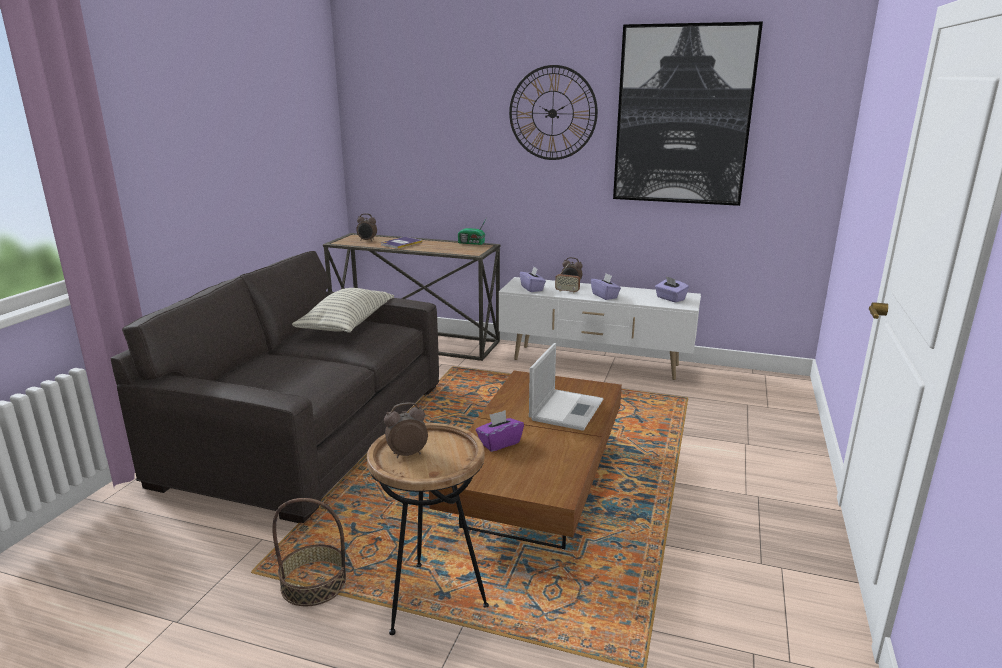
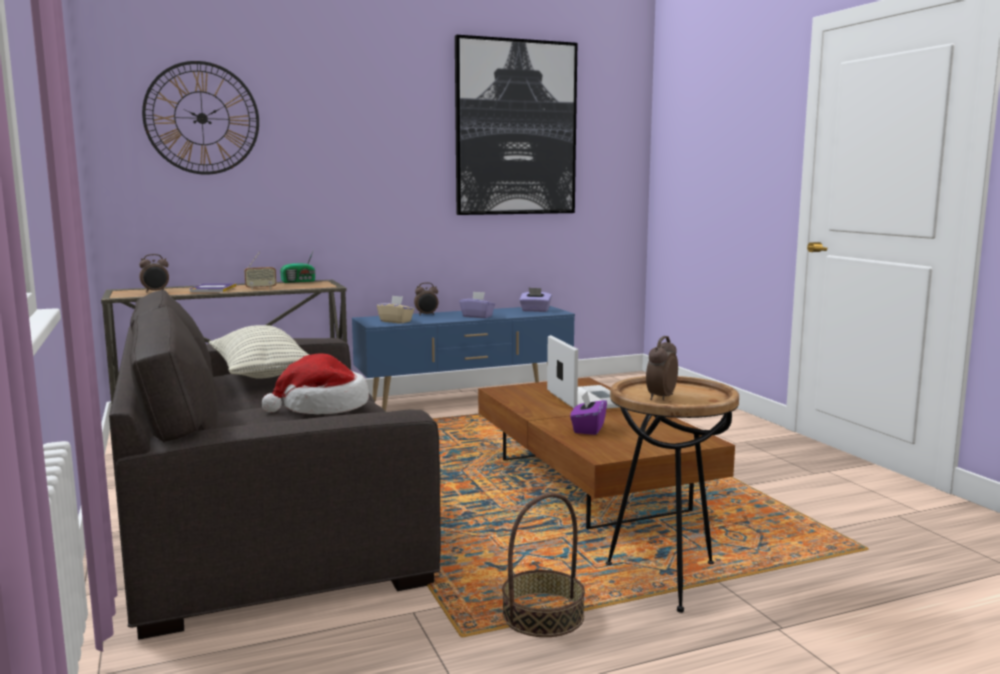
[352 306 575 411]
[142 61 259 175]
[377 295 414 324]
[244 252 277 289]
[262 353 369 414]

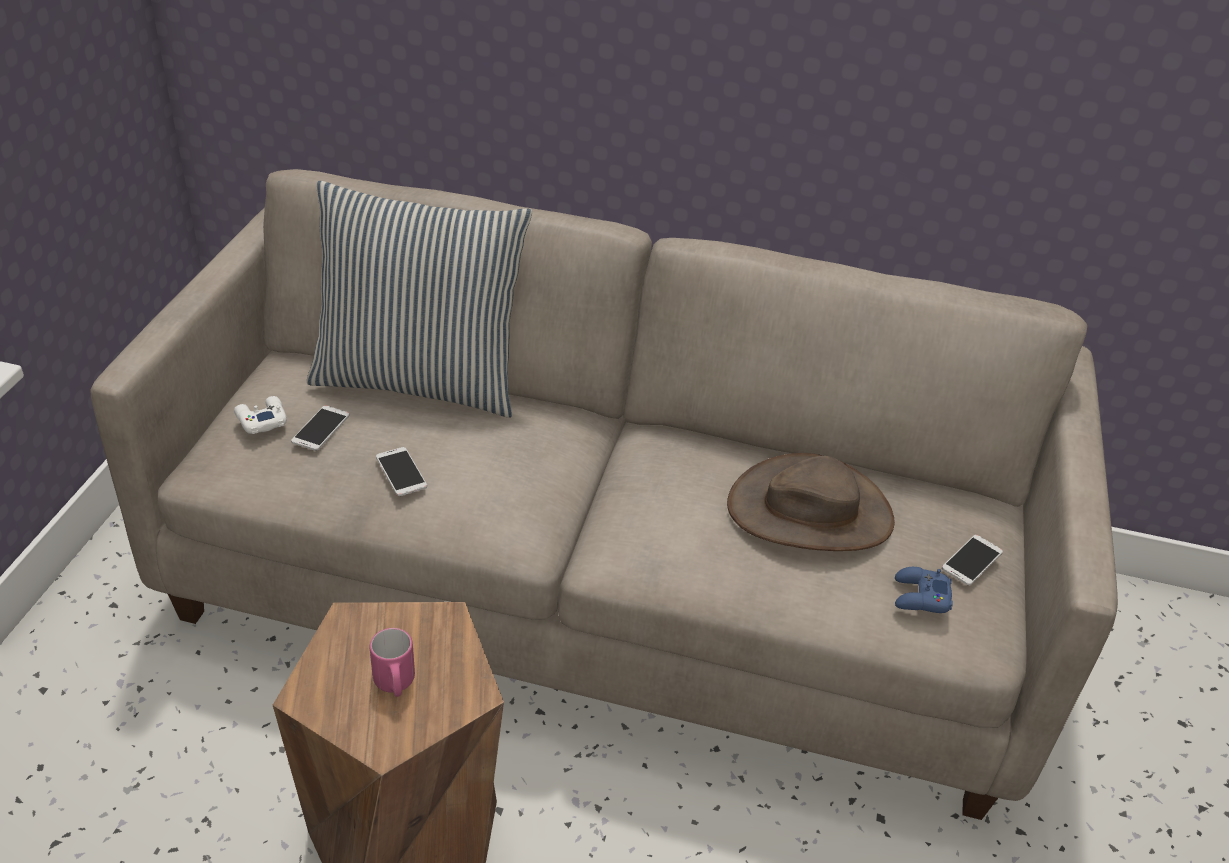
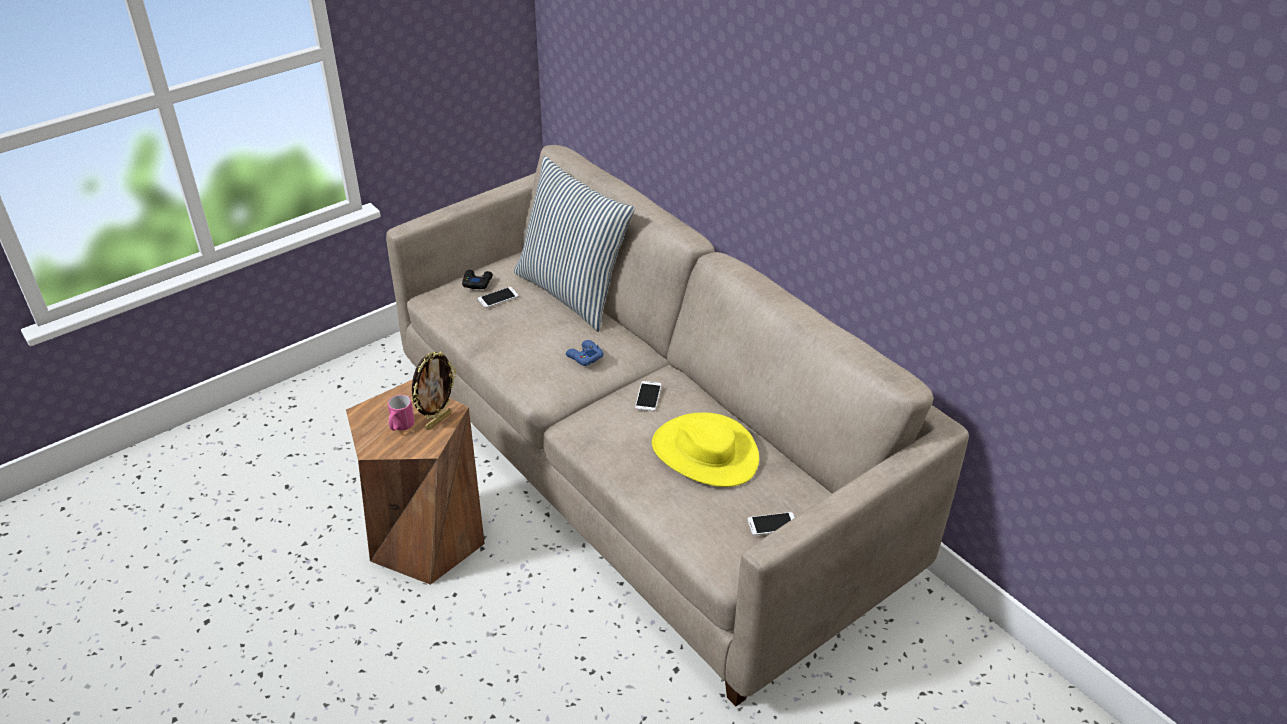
[462 270 493 289]
[635 381 662 412]
[652 412 759 487]
[566 340 603 366]
[411 351 457 430]

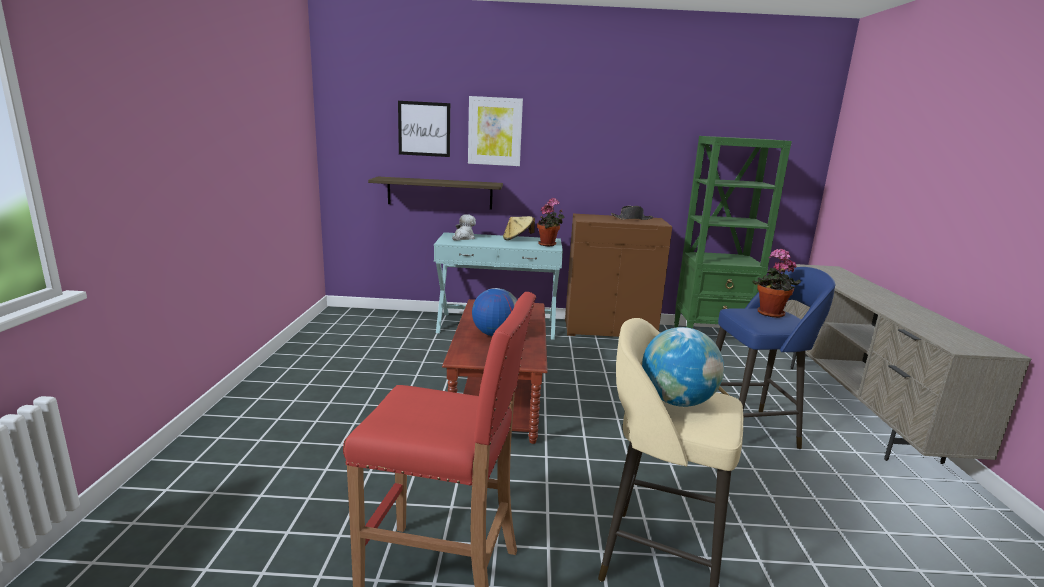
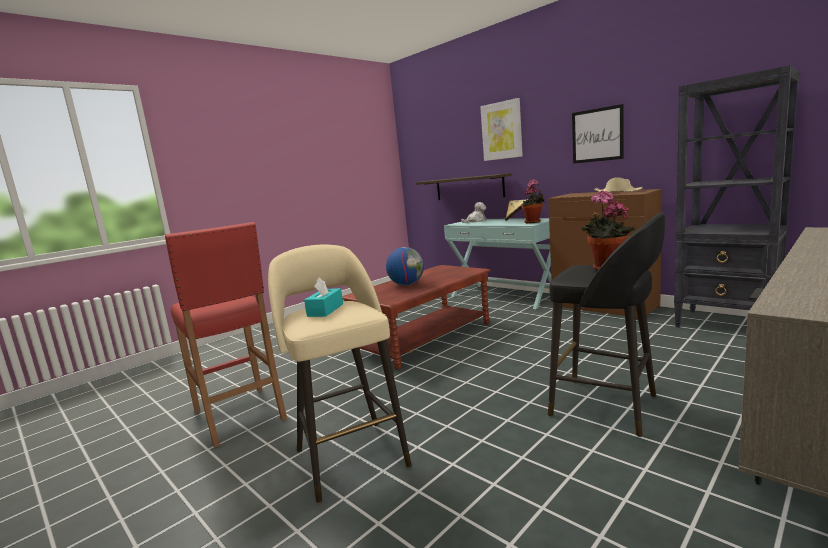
[572 104 624 164]
[594 177 643 192]
[304 277 343 317]
[674 65 799 328]
[548 212 665 437]

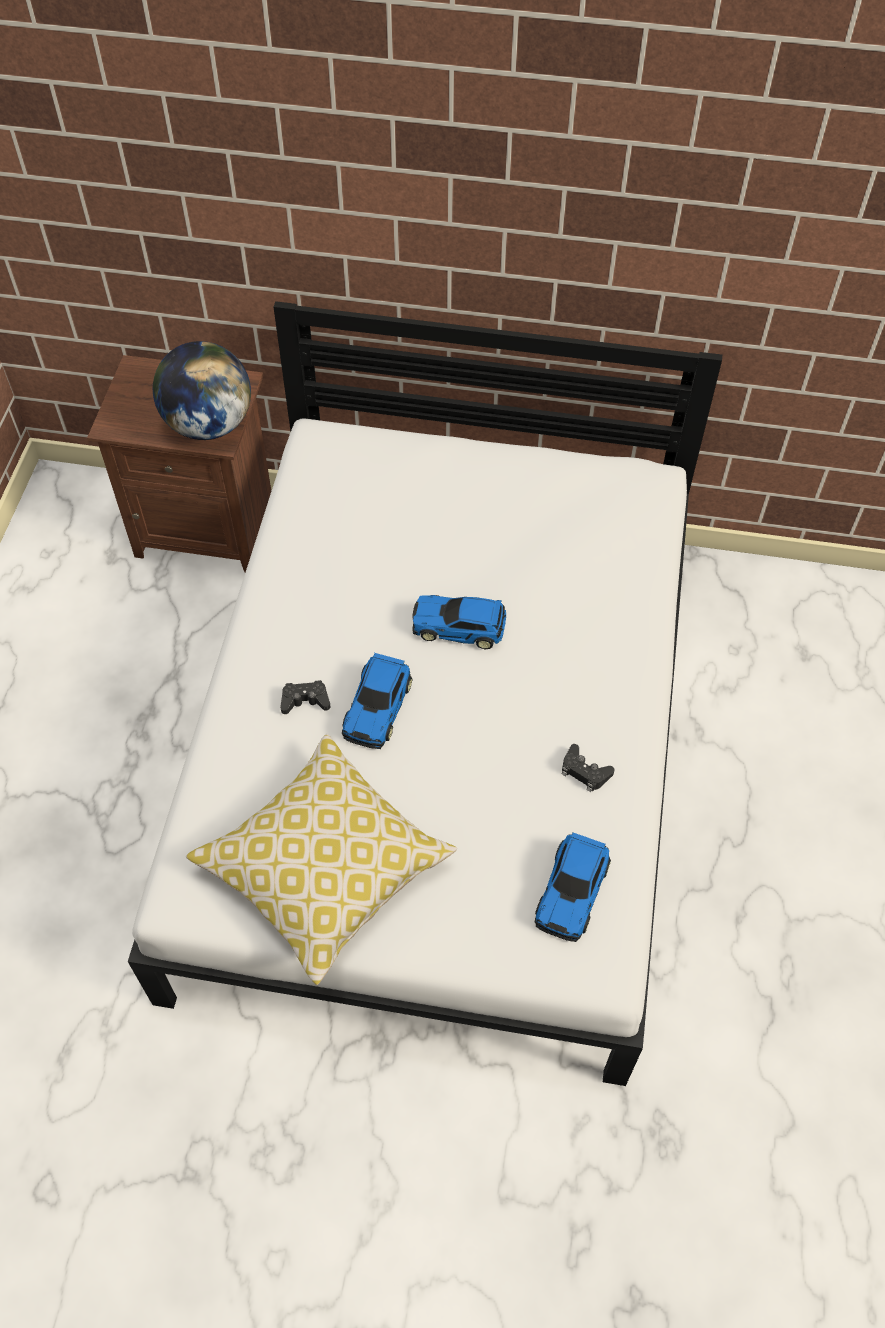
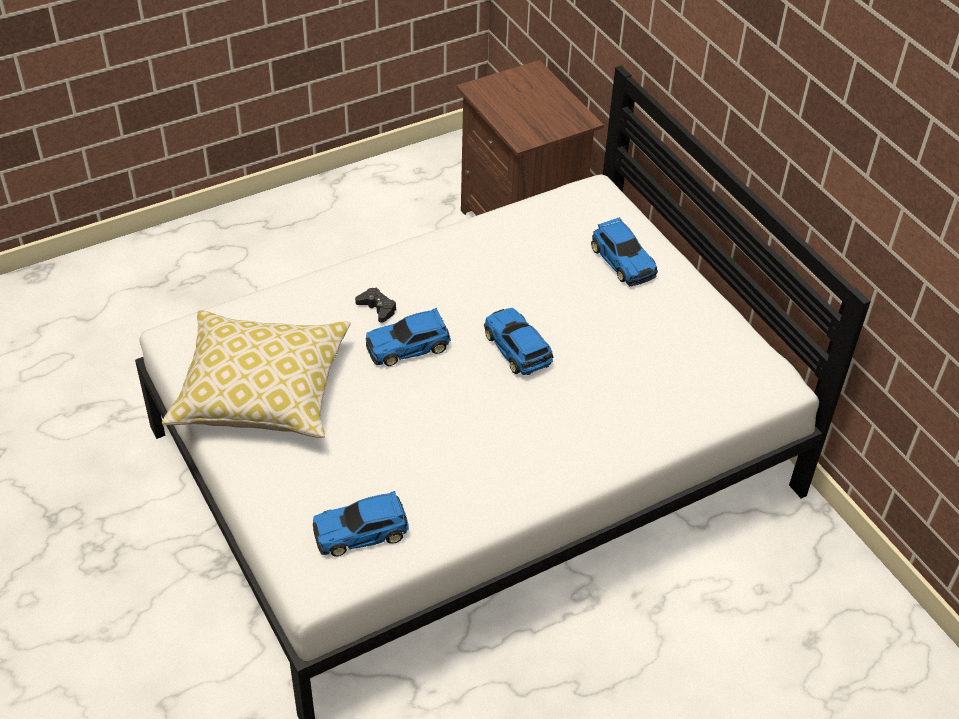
[153 341 251 440] (first image)
[562 744 614 792] (first image)
[591 217 658 286]

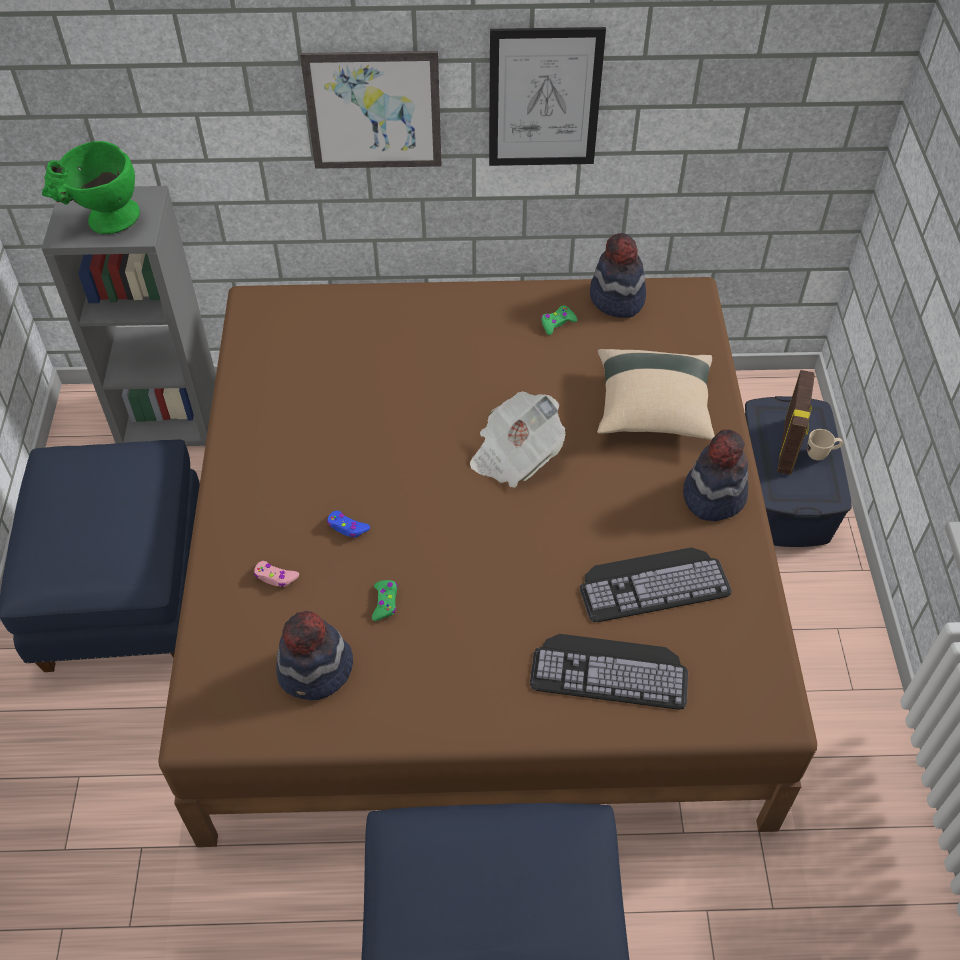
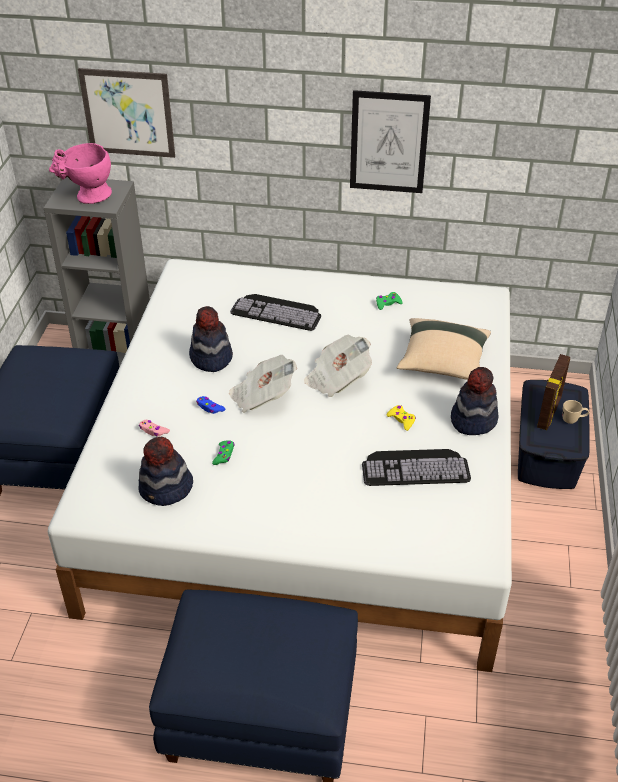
[49 143 112 204]
[48 259 512 672]
[78 68 175 158]
[230 294 321 331]
[189 306 233 372]
[229 355 297 413]
[386 405 416 431]

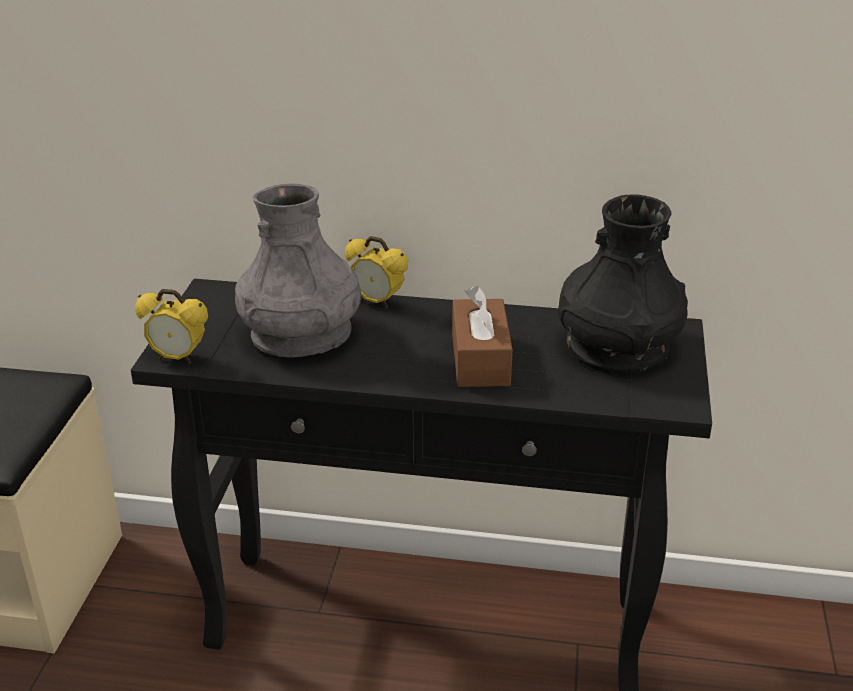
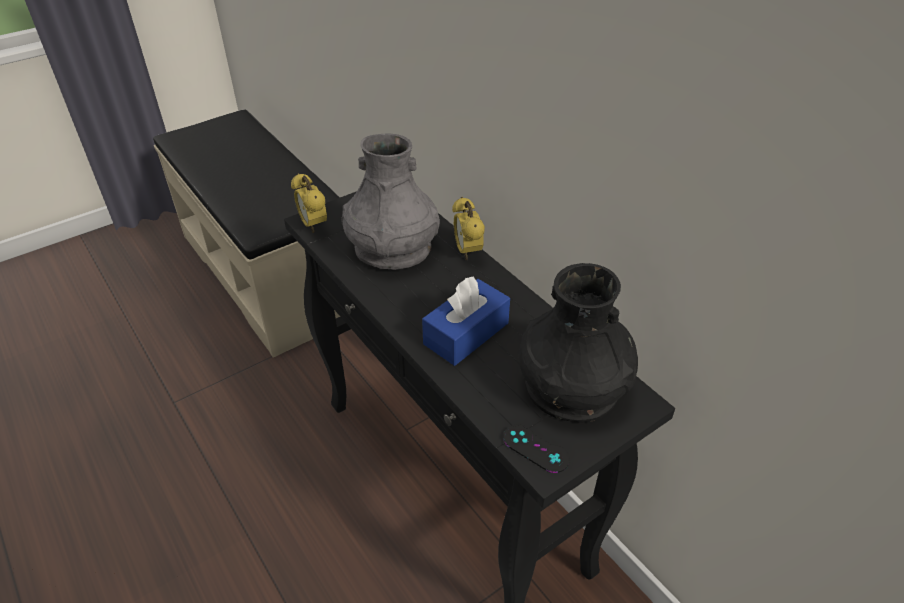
[422 277 510 366]
[503 424 570 473]

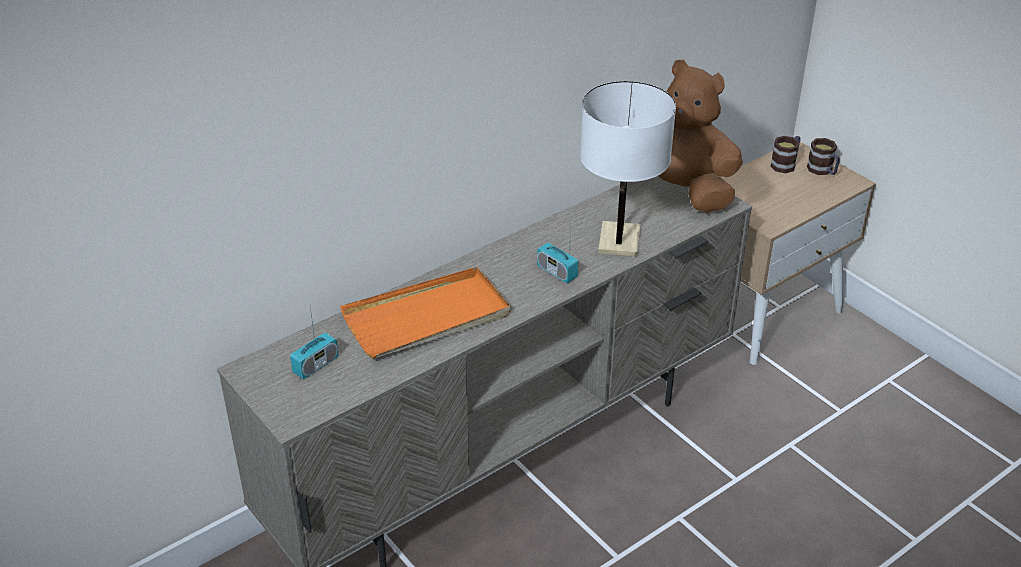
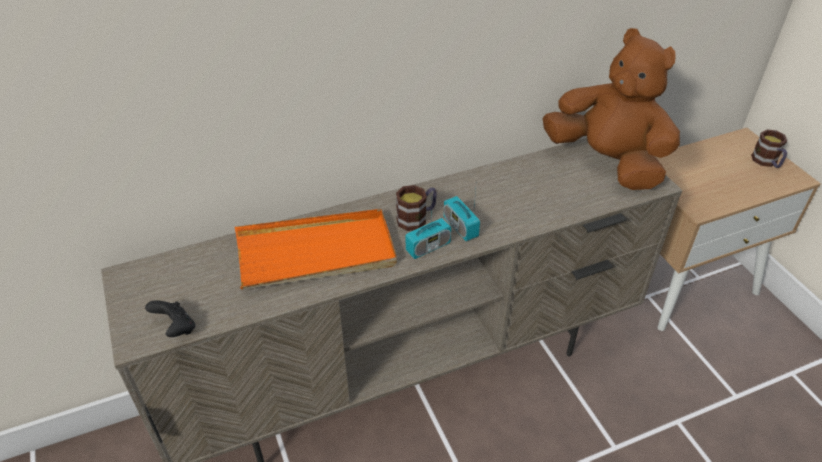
[406 199 451 259]
[580 81 676 257] (first image)
[396 185 437 231]
[145 300 195 337]

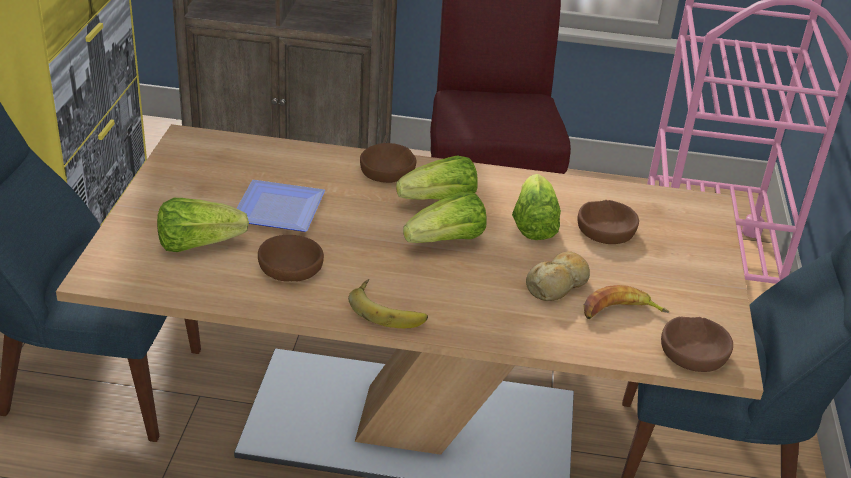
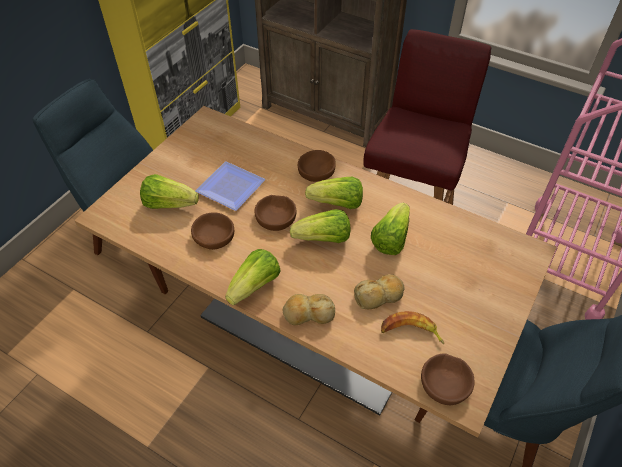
[225 249 281 305]
[254 195 297 231]
[283 294 335 326]

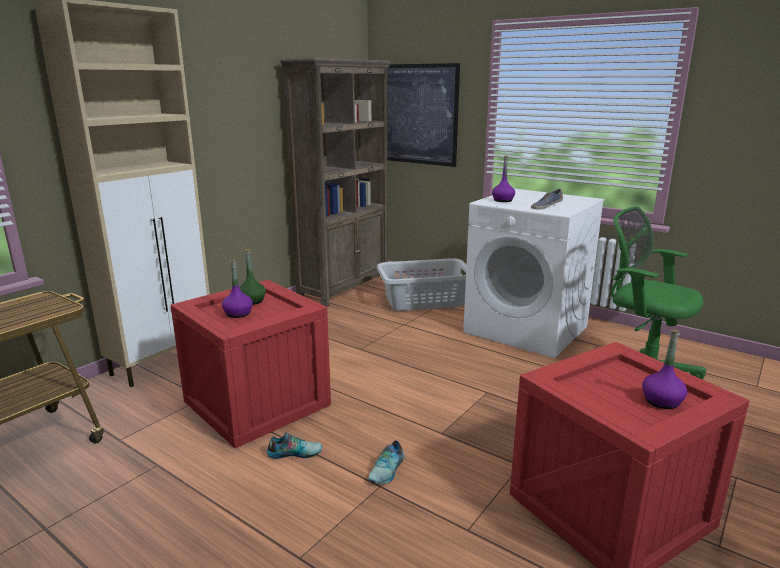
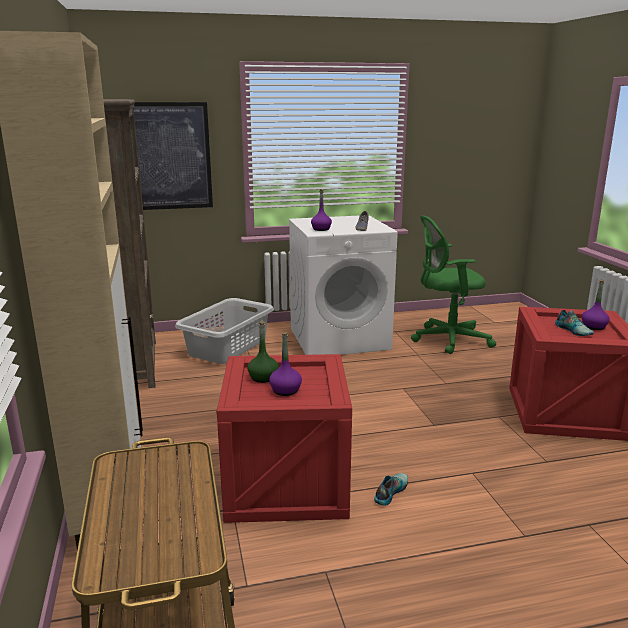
[555 310 594 336]

